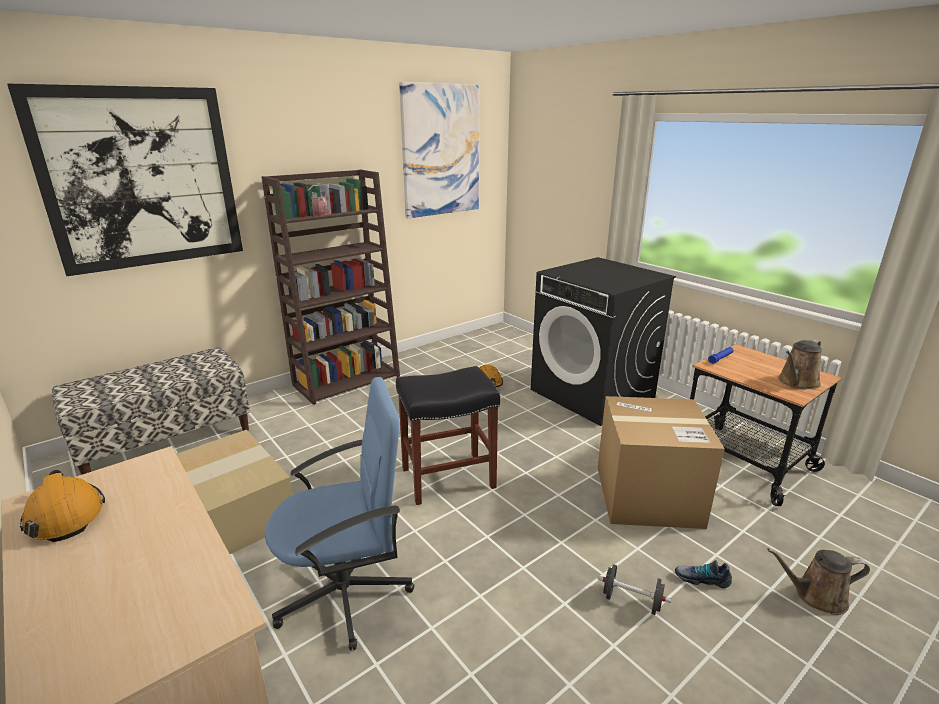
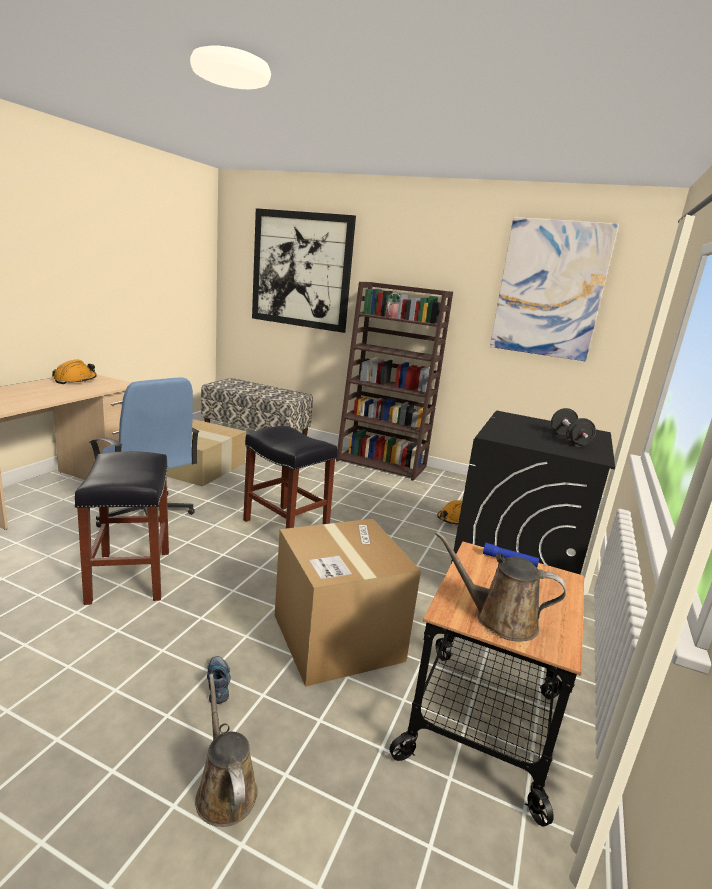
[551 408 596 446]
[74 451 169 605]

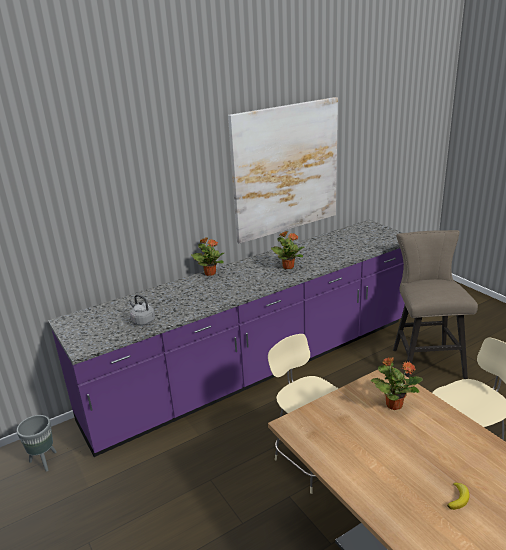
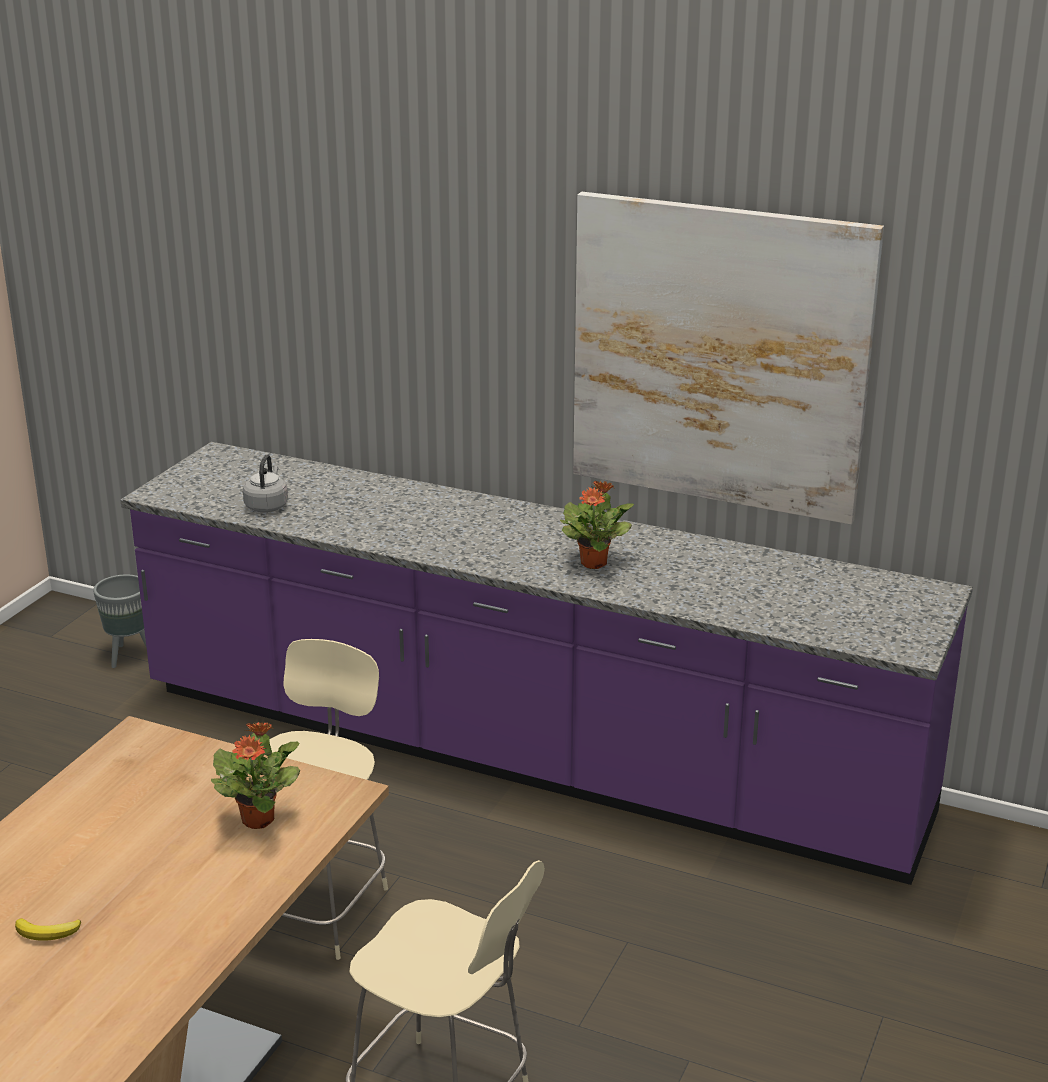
[191 237 224 276] (first image)
[393 230 478 379] (first image)

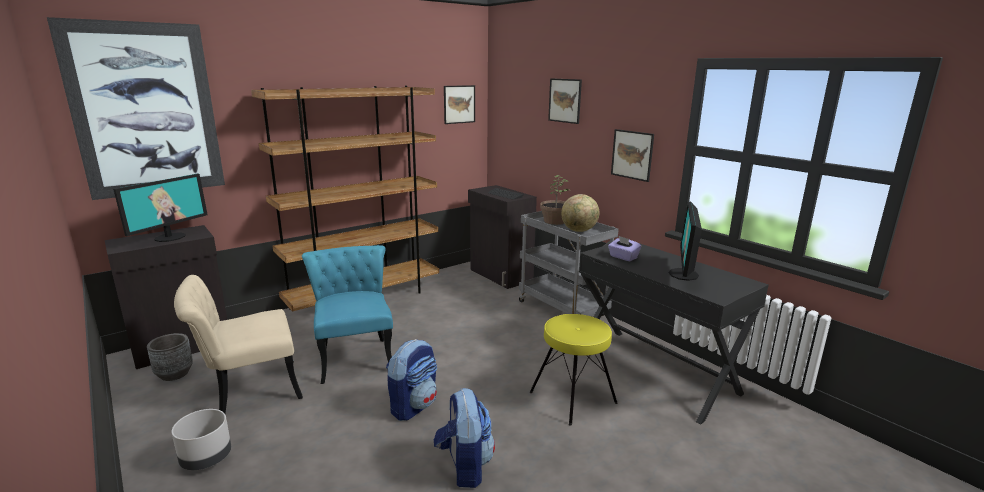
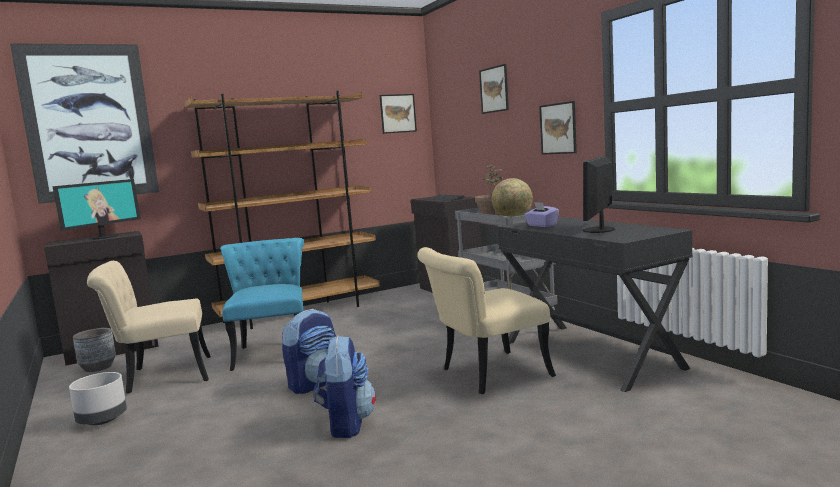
[417 247 556 394]

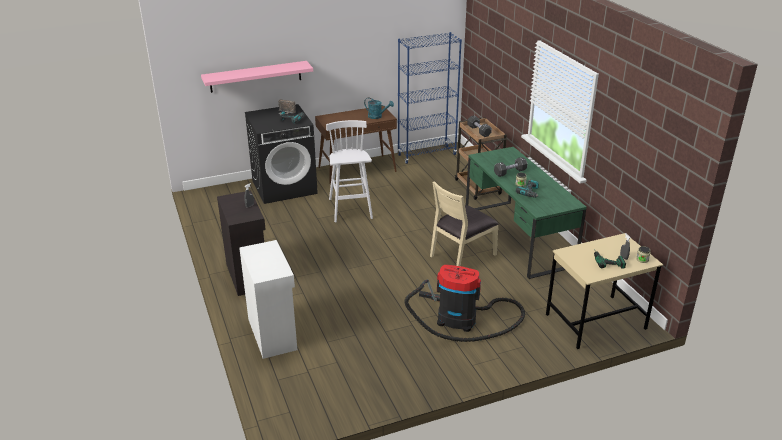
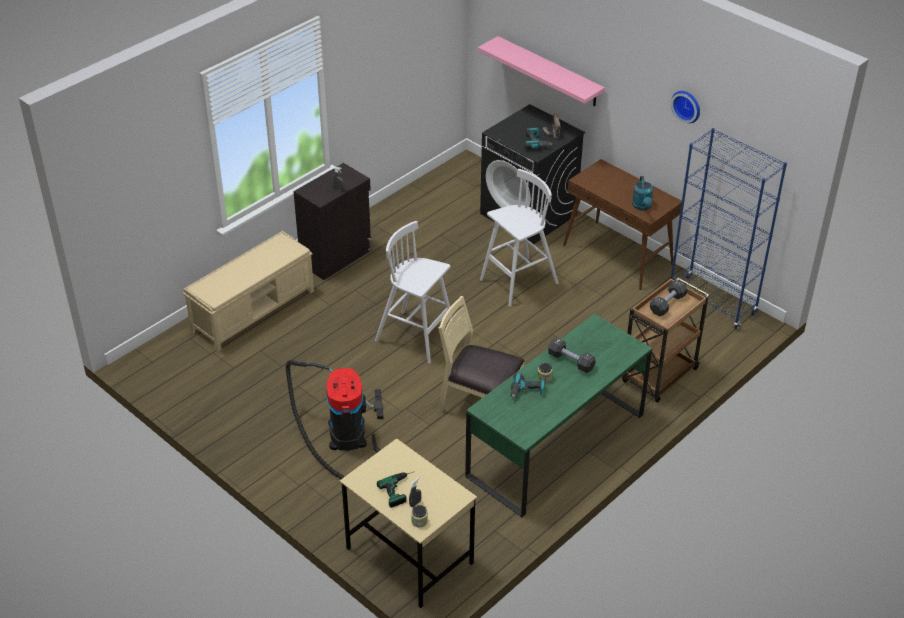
[183 231 314 352]
[375 221 452 364]
[671 91 700 123]

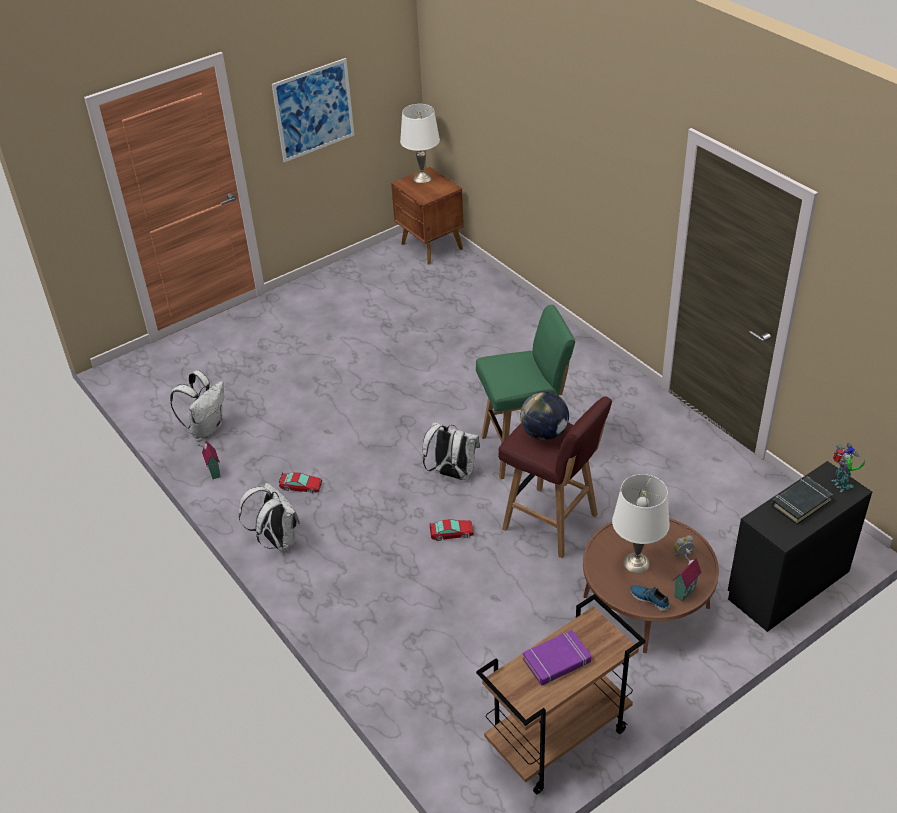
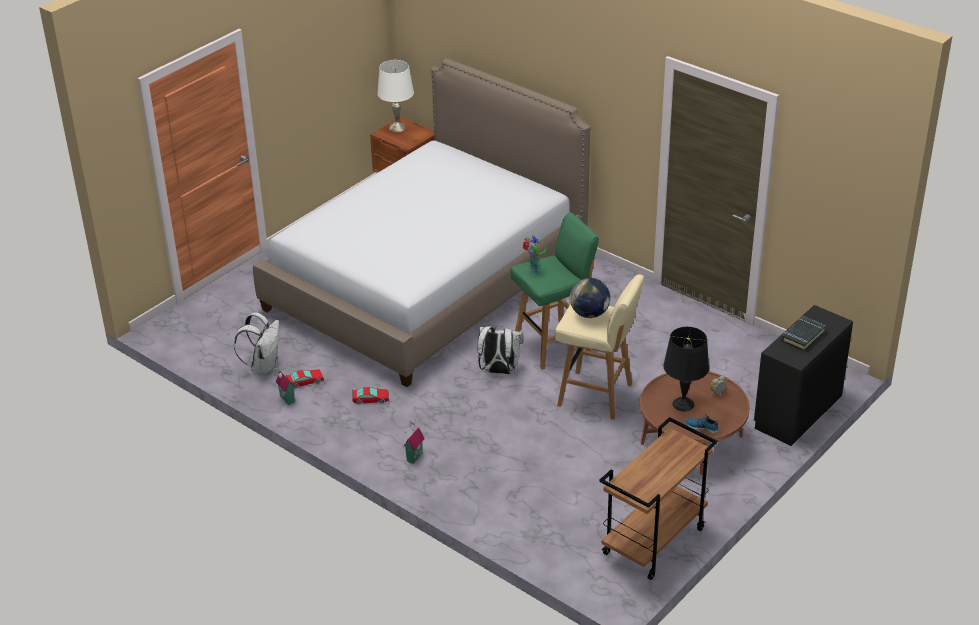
[239 483 300 551] (first image)
[272 58 354 162] (first image)
[286 370 324 388]
[555 274 644 420]
[523 630 591 685] (first image)
[663 327 709 411]
[403 420 425 464]
[523 235 547 275]
[253 58 590 387]

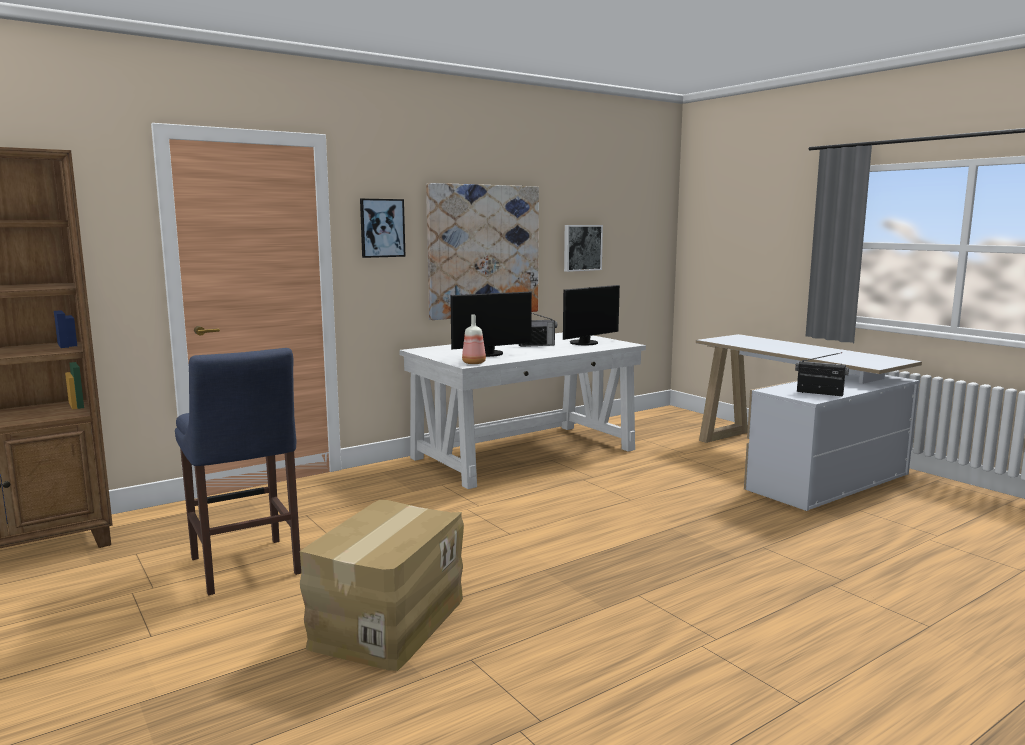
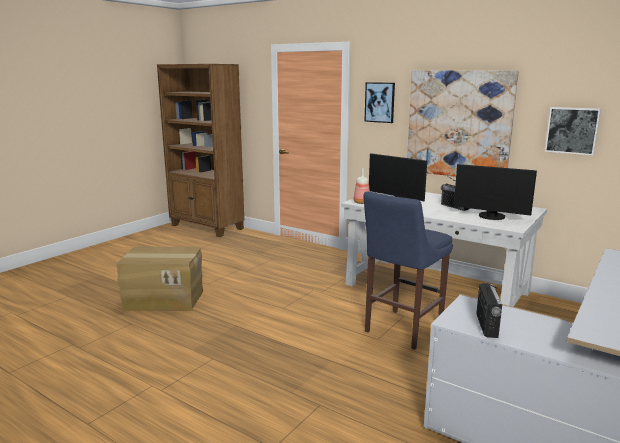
[363 191 453 350]

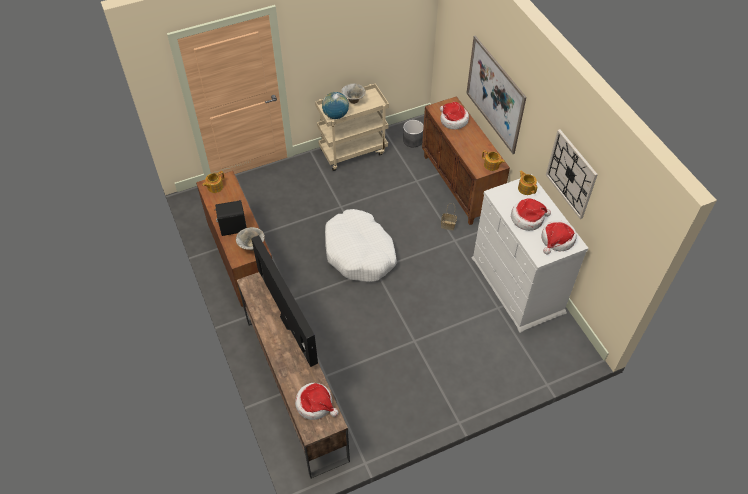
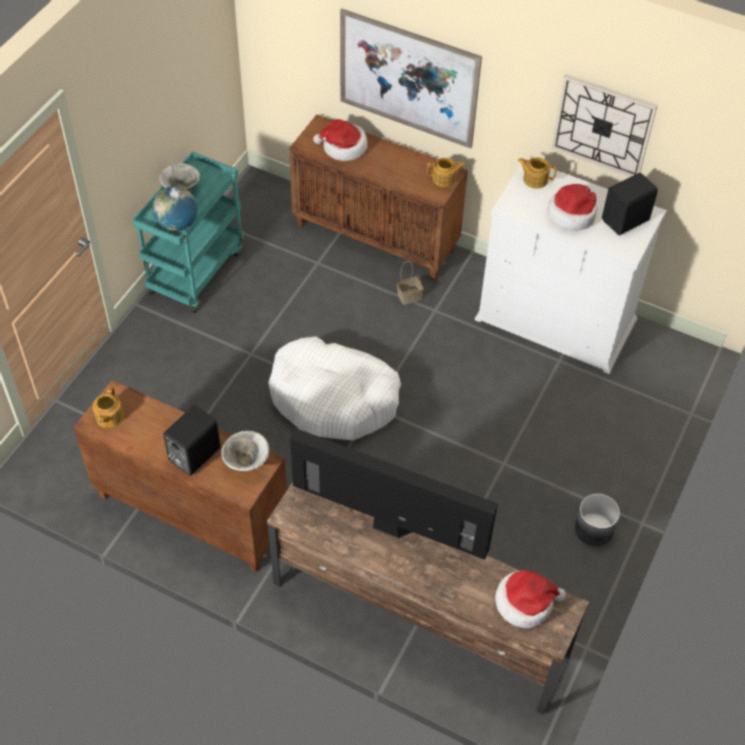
[133 152 244 313]
[575 493 620 546]
[602 173 658 235]

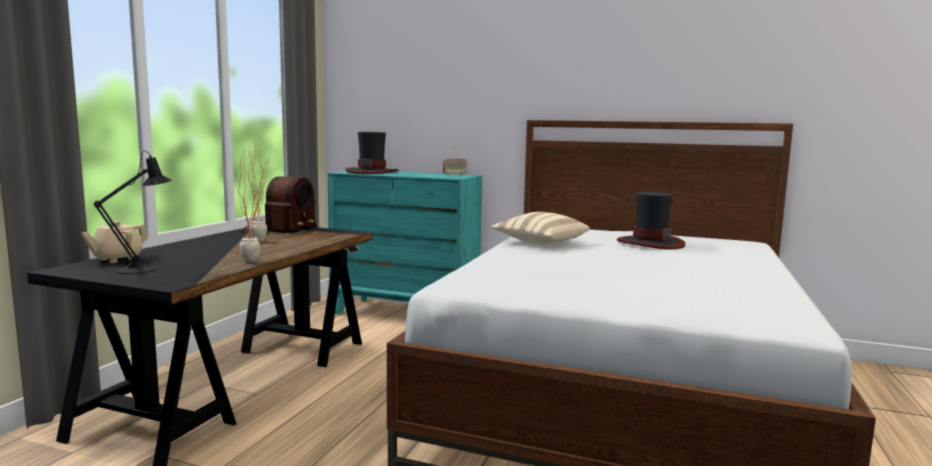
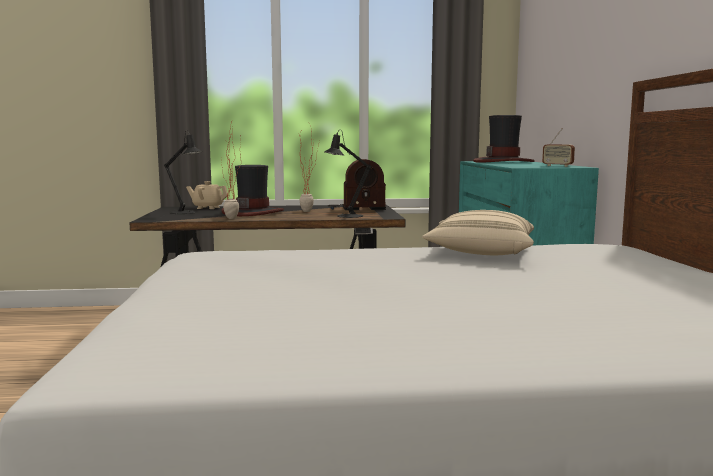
[221 165 284 216]
[324 130 371 218]

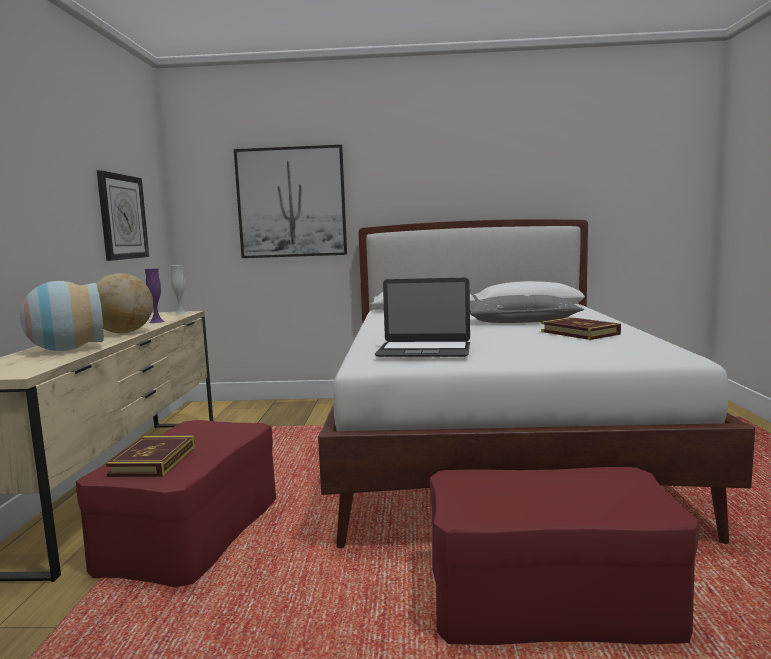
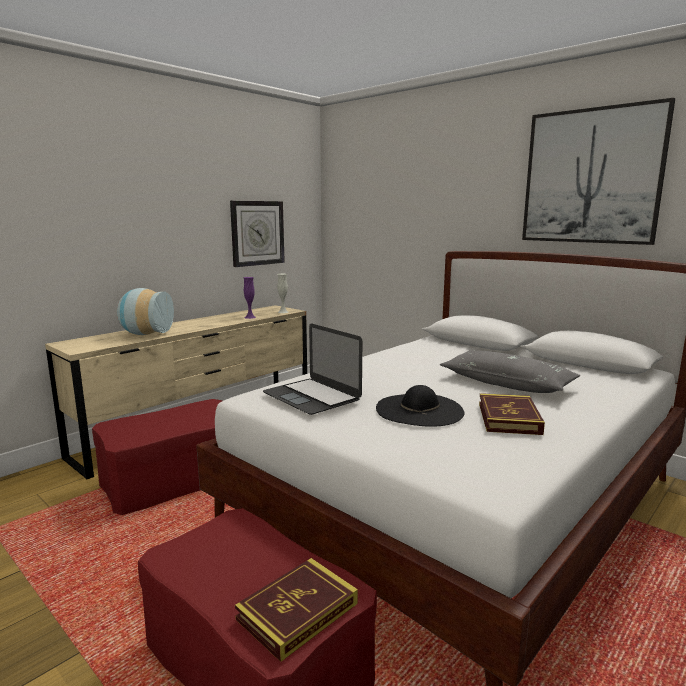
[96 273 153 334] (first image)
[235 558 358 662]
[522 98 675 245]
[376 385 464 427]

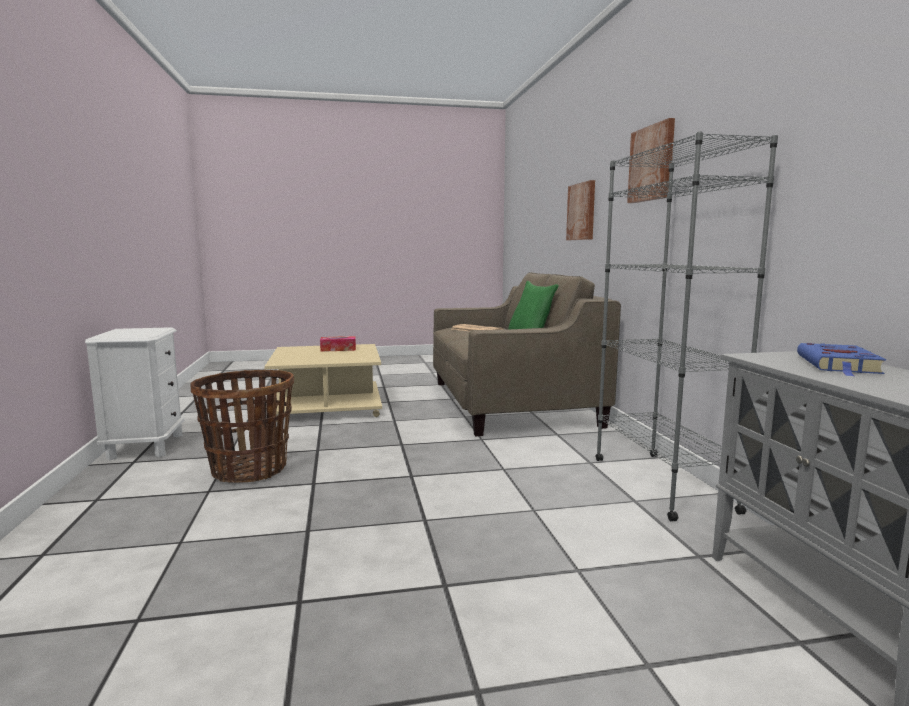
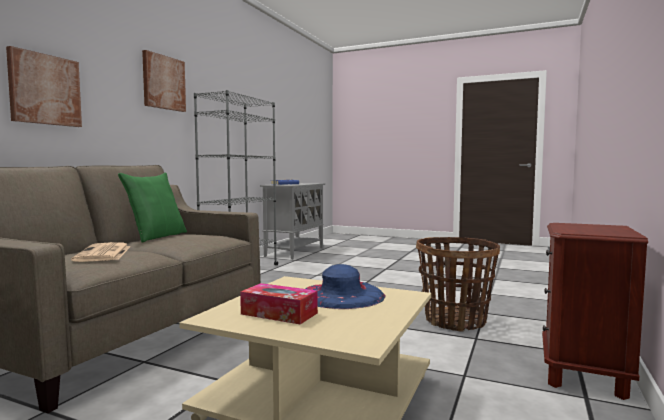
[542 223 648 400]
[306 264 385 309]

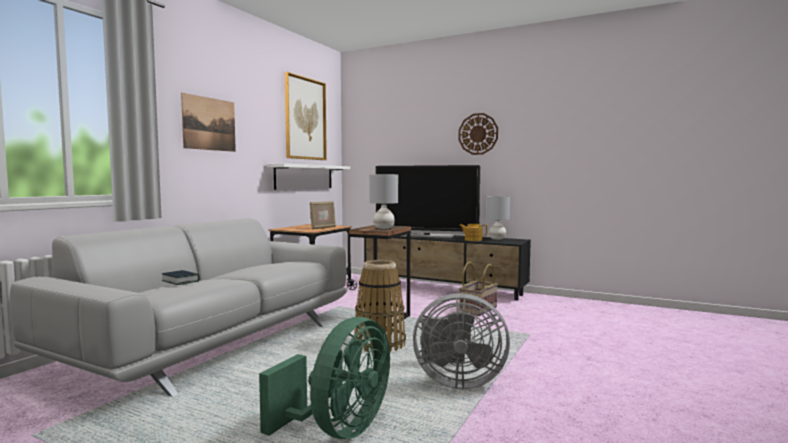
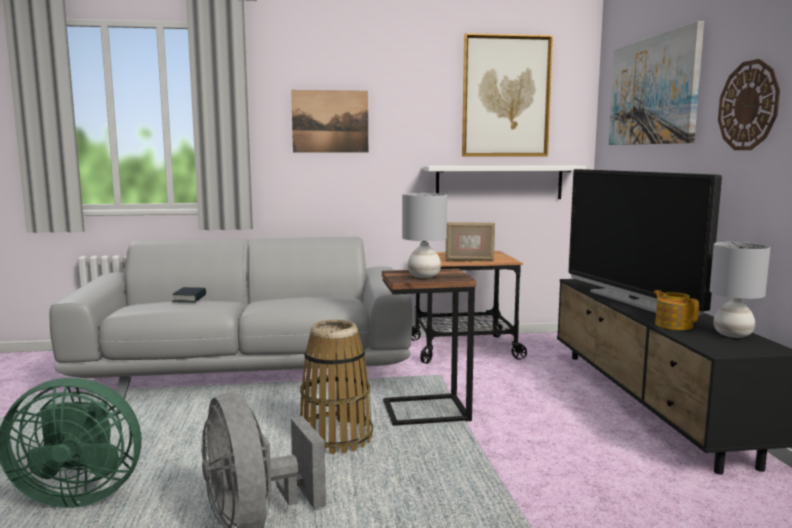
[459 262 498 316] (first image)
[609 21 704 145]

